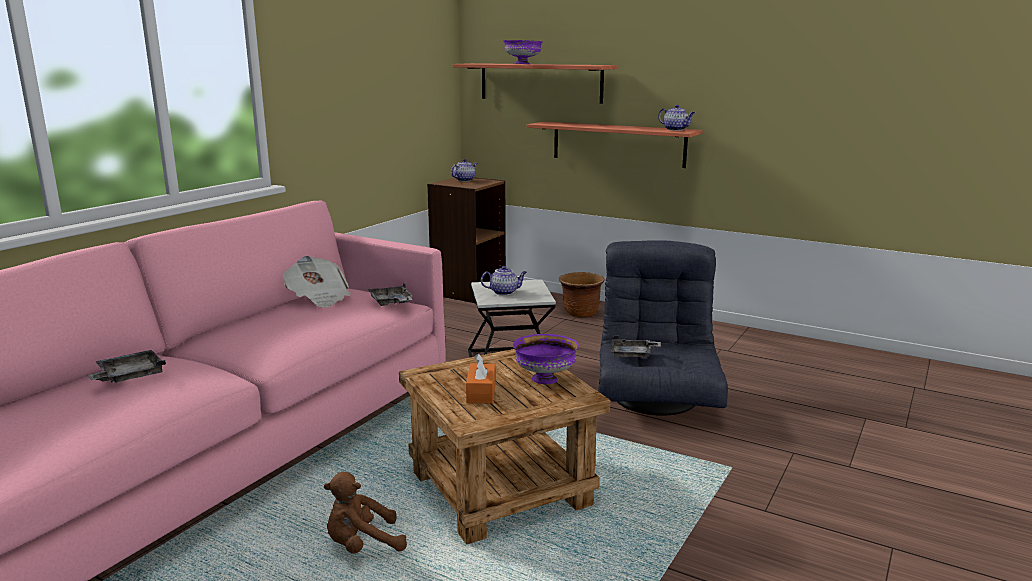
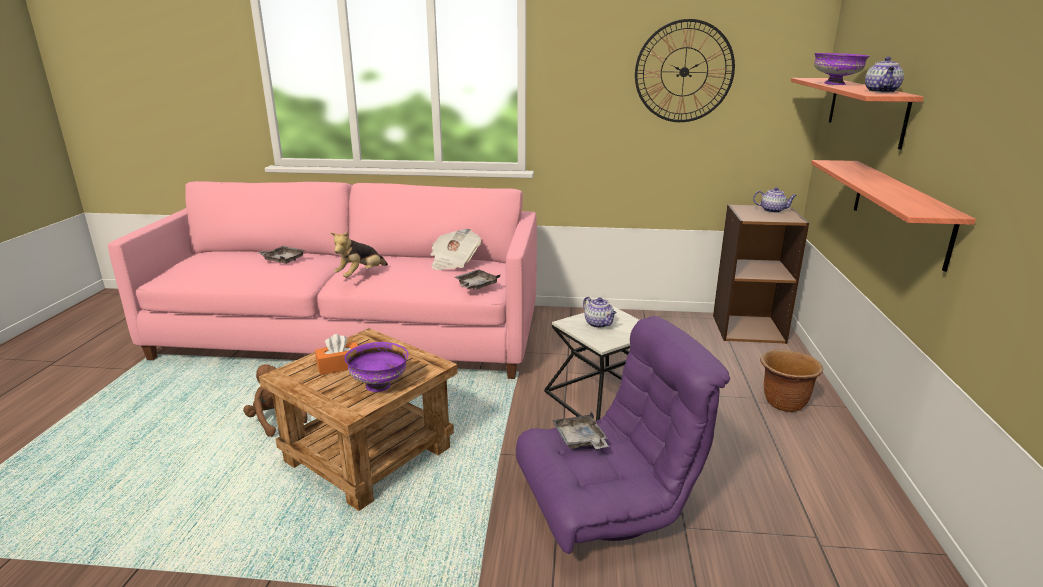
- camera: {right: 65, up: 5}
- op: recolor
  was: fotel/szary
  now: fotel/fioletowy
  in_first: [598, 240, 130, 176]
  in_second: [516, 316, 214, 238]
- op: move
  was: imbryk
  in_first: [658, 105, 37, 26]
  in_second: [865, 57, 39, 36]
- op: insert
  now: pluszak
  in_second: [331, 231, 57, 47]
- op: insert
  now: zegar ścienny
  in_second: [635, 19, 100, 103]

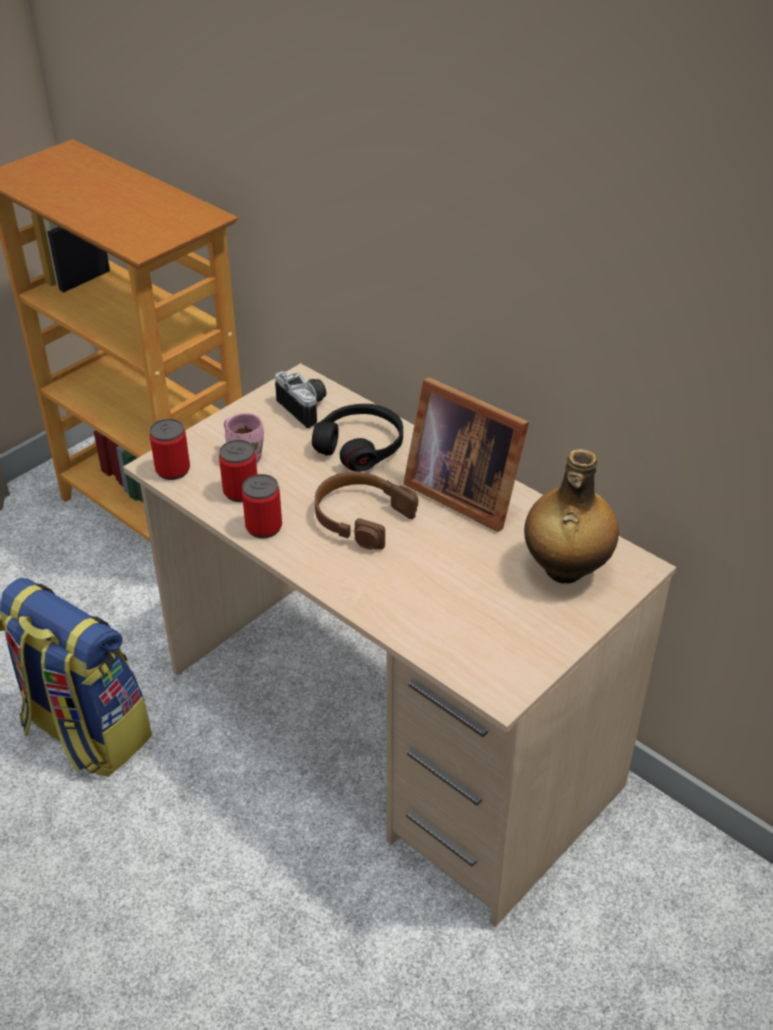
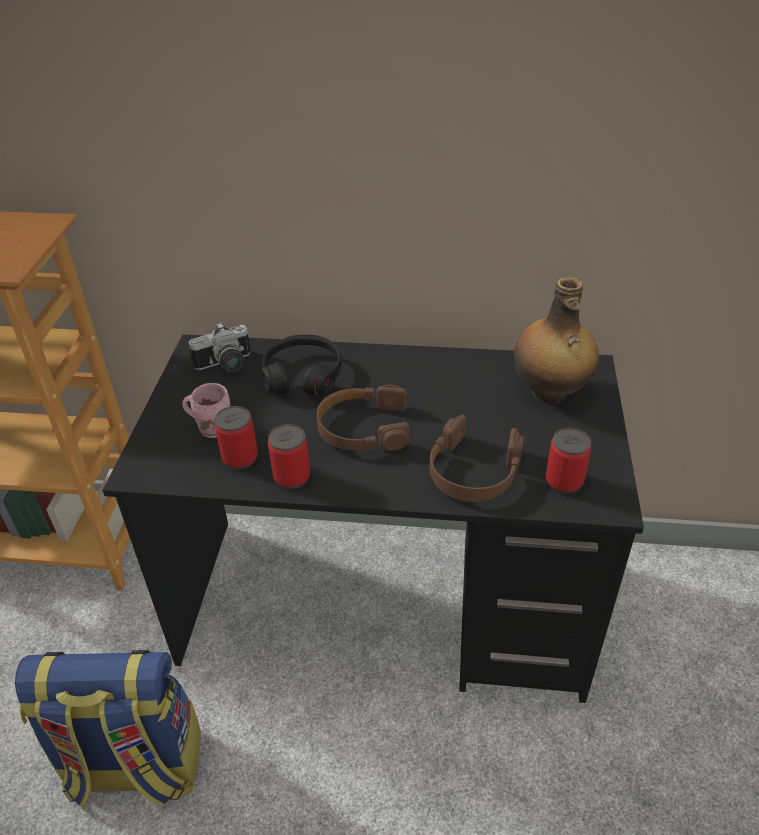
- camera: {right: -35, up: 0}
- op: recolor
  was: biurko/beżowy
  now: biurko/czarny
  in_first: [123, 363, 553, 564]
  in_second: [102, 334, 542, 369]
- op: move
  was: puszka
  in_first: [149, 419, 41, 61]
  in_second: [546, 428, 45, 65]
- op: rotate
  was: aparat fotograficzny
  in_first: [275, 371, 51, 57]
  in_second: [188, 322, 63, 51]
  clockwise: 135
- op: delete
  was: ramka na zdjęcie
  in_first: [403, 377, 126, 155]
- op: insert
  now: słuchawki/brązowy
  in_second: [430, 415, 94, 87]

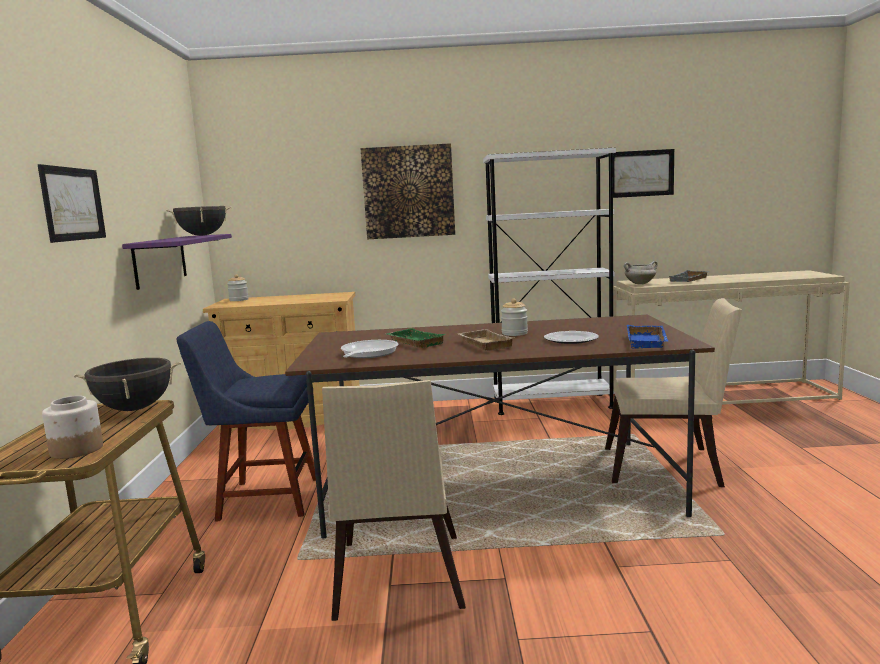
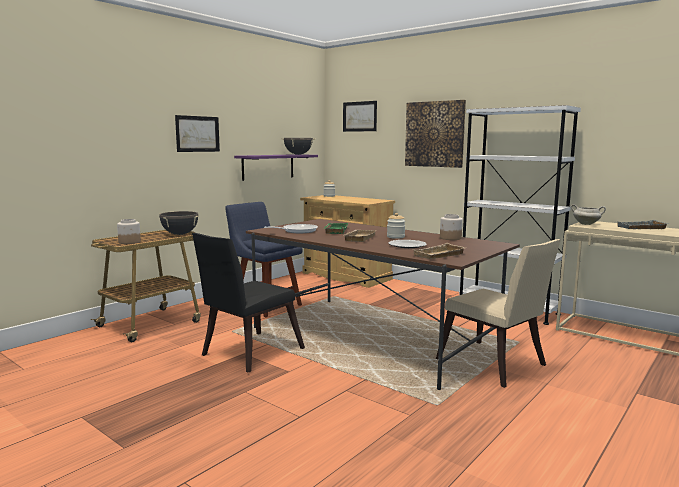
- camera: {right: 40, up: 0}
- op: recolor
  was: krzesło/beżowy
  now: krzesło/czarny
  in_first: [322, 380, 144, 241]
  in_second: [192, 233, 113, 140]
- op: move
  was: obraz
  in_first: [613, 149, 61, 49]
  in_second: [343, 101, 34, 31]
- op: recolor
  was: taca/niebieski
  now: taca/beżowy
  in_first: [627, 325, 42, 24]
  in_second: [414, 243, 52, 16]
- op: insert
  now: słoik
  in_second: [440, 214, 23, 26]

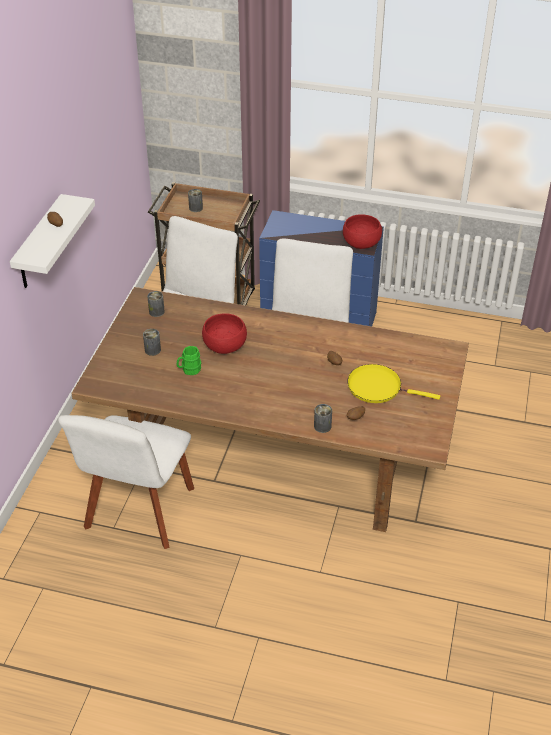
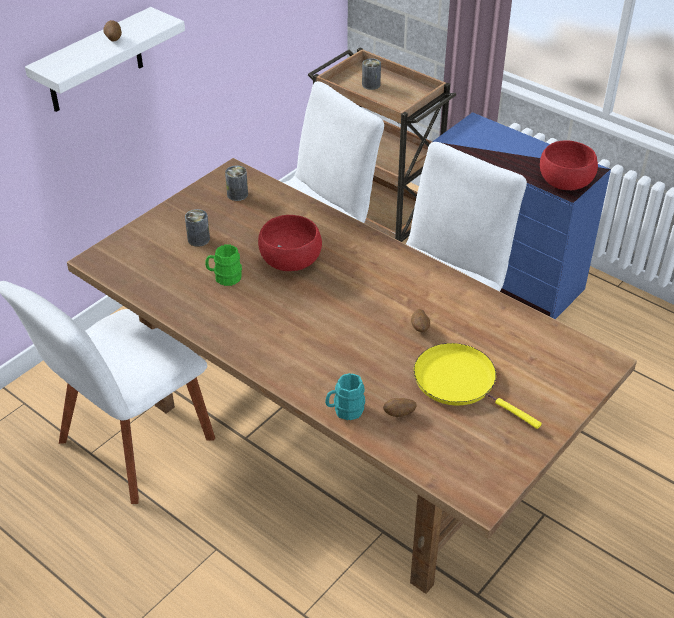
- camera: {right: 25, up: 0}
- op: replace
  was: puszka
  now: kubek/turkusowy
  in_first: [314, 404, 18, 29]
  in_second: [325, 373, 40, 47]

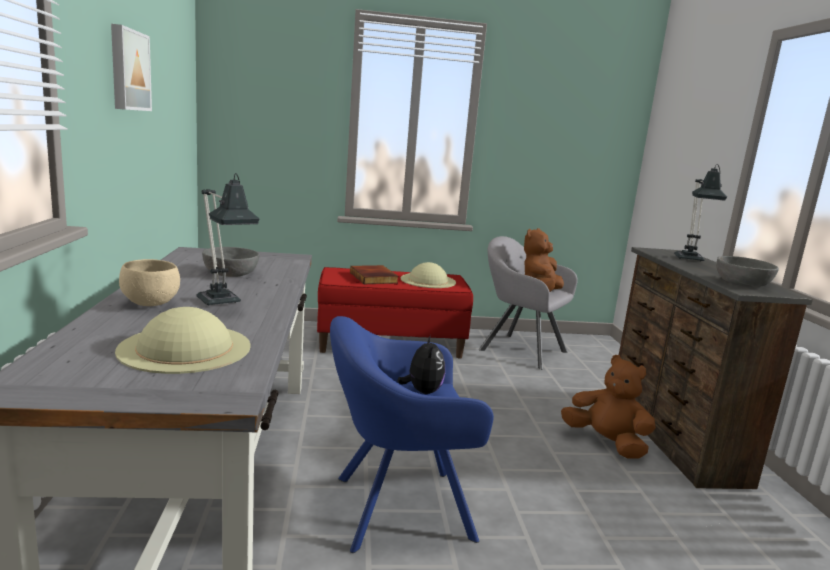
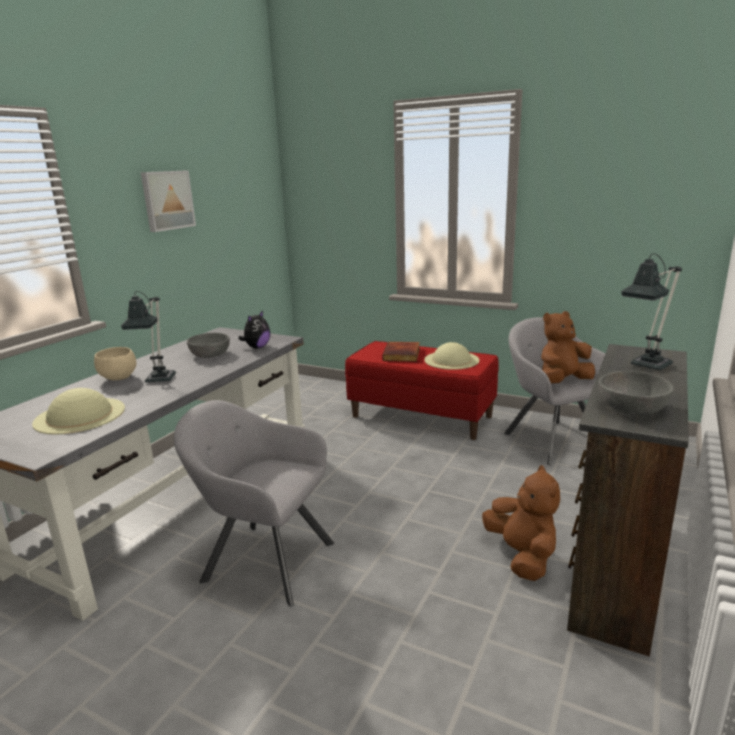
- camera: {right: 35, up: 5}
- op: recolor
  was: fotel/niebieski
  now: fotel/szary
  in_first: [330, 316, 164, 237]
  in_second: [174, 400, 160, 207]
- op: move
  was: pluszak
  in_first: [397, 335, 48, 59]
  in_second: [238, 310, 32, 39]

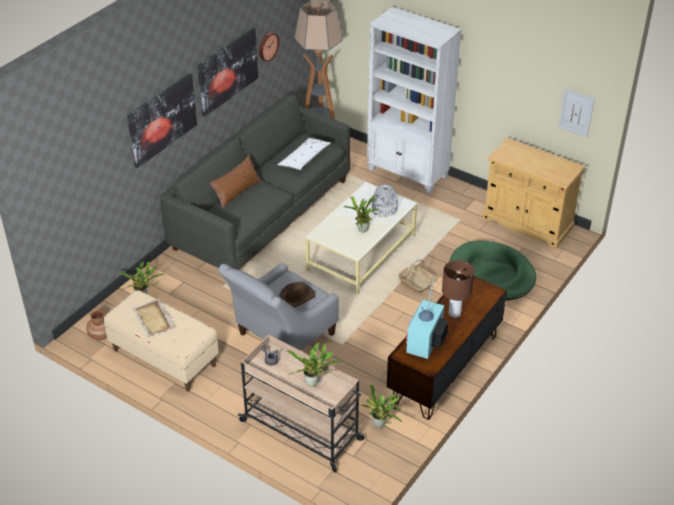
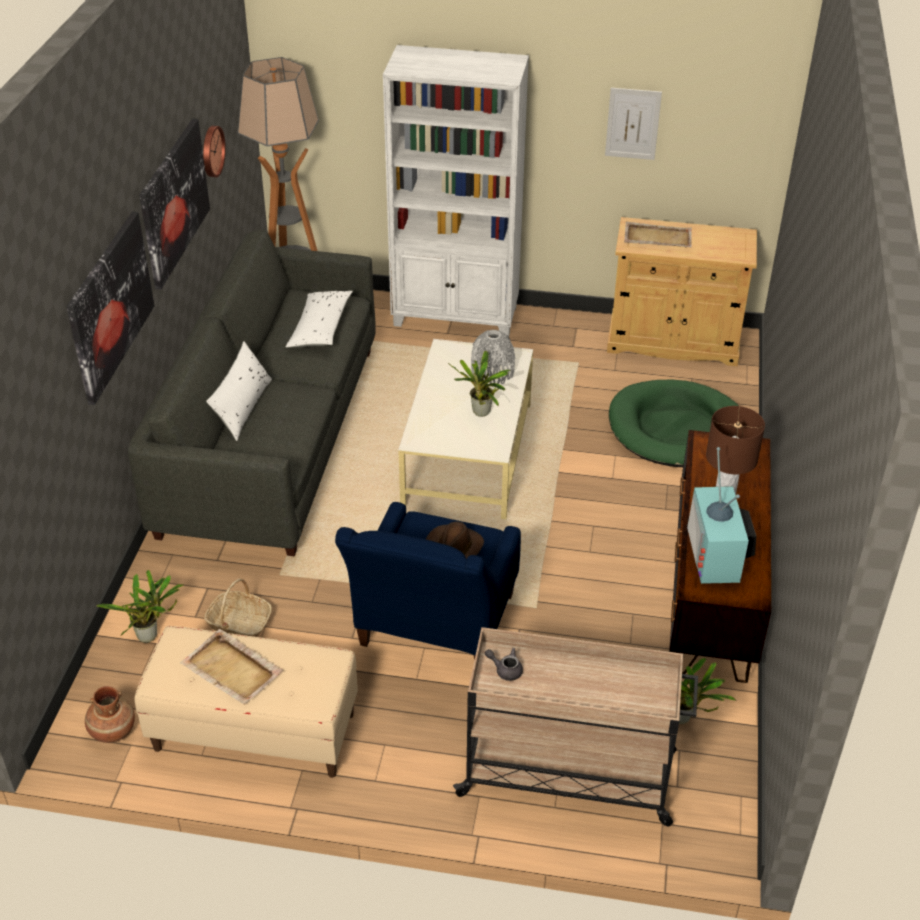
- camera: {right: -25, up: 0}
- op: recolor
  was: poduszka/brązowy
  now: poduszka/biały
  in_first: [210, 156, 51, 52]
  in_second: [206, 341, 66, 100]
- op: recolor
  was: fotel/szary
  now: fotel/niebieski
  in_first: [218, 263, 121, 88]
  in_second: [335, 502, 186, 158]
- op: delete
  was: roślina doniczkowa
  in_first: [287, 343, 55, 43]
- op: move
  was: koszyk
  in_first: [398, 259, 36, 35]
  in_second: [204, 579, 68, 58]
- op: move
  was: obraz
  in_first: [558, 88, 37, 50]
  in_second: [605, 88, 57, 72]
- op: insert
  now: taca/beżowy
  in_second: [624, 222, 68, 25]

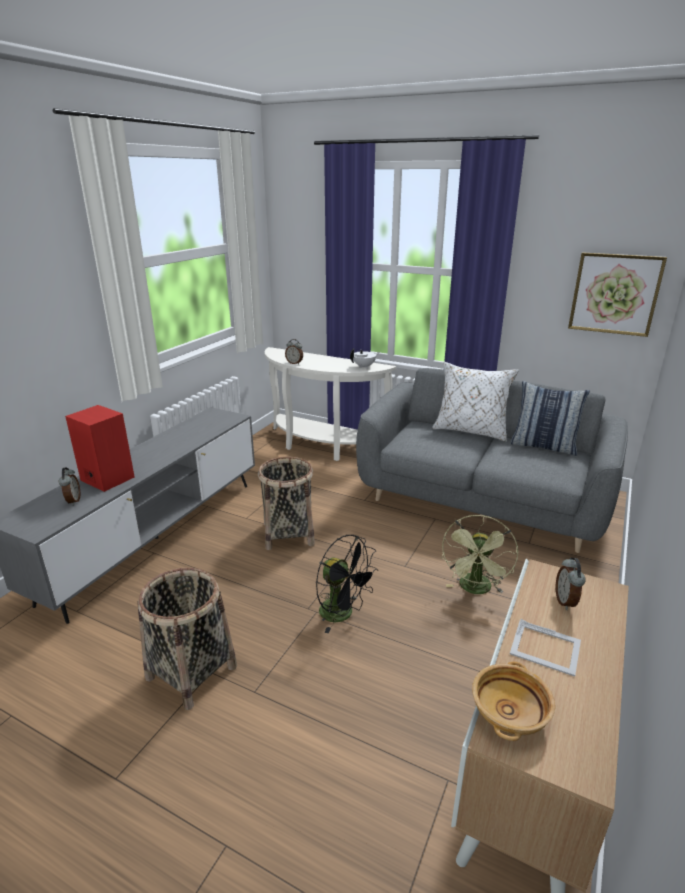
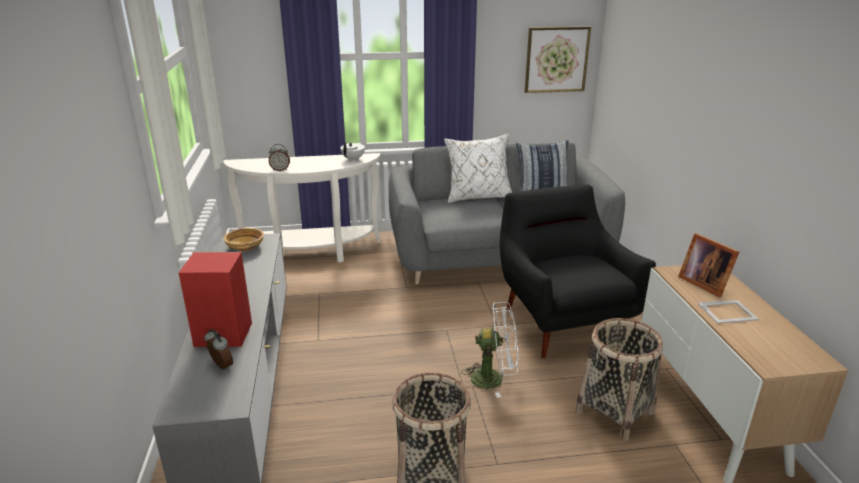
- camera: {right: -35, up: 0}
- op: move
  was: koszyk
  in_first: [258, 457, 57, 93]
  in_second: [575, 318, 88, 123]
- op: recolor
  was: wentylator/czarny
  now: wentylator/biały
  in_first: [316, 535, 62, 98]
  in_second: [462, 302, 56, 96]
- op: replace
  was: wentylator/zielony
  now: fotel/czarny
  in_first: [442, 515, 76, 79]
  in_second: [500, 184, 156, 174]
- op: move
  was: miska/beżowy
  in_first: [472, 662, 83, 79]
  in_second: [224, 228, 40, 23]
- op: replace
  was: budzik
  now: ramka na zdjęcie
  in_first: [556, 558, 30, 52]
  in_second: [678, 233, 61, 64]

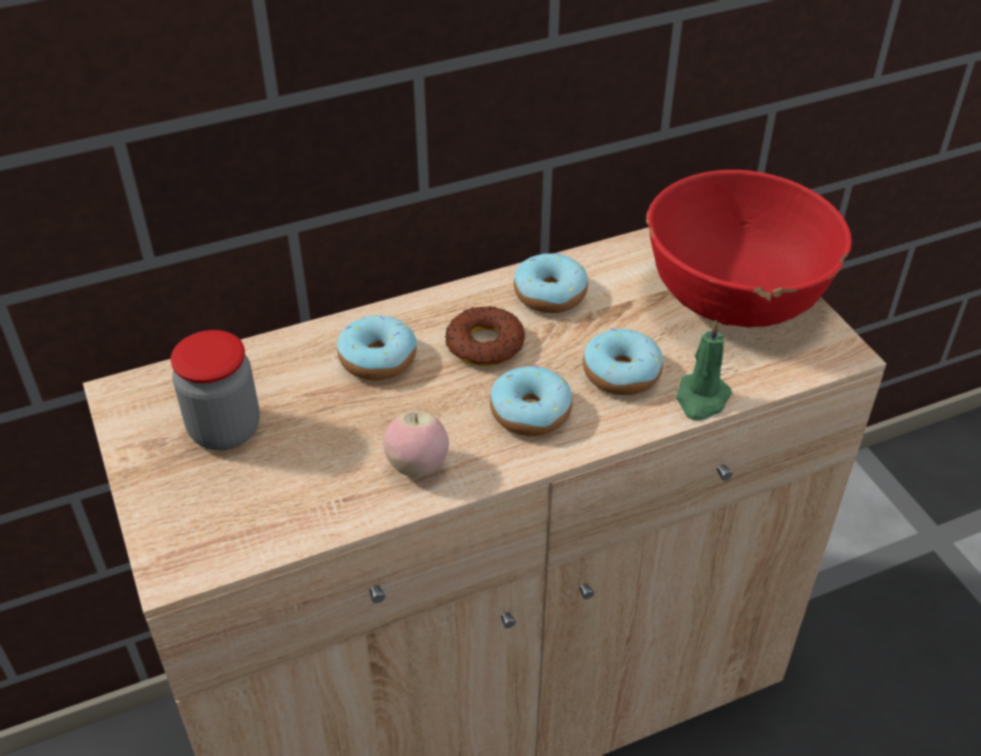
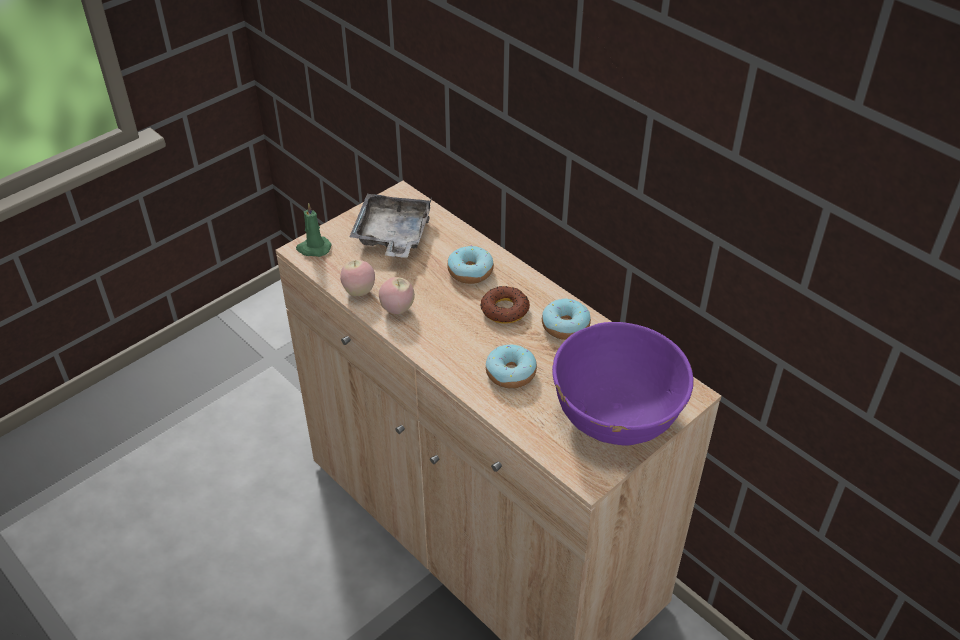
- camera: {right: 70, up: 0}
- op: replace
  was: słoik
  now: taca/szary
  in_first: [171, 330, 89, 120]
  in_second: [349, 194, 82, 64]
- op: delete
  was: donut
  in_first: [490, 365, 82, 71]
- op: recolor
  was: miska/czerwony
  now: miska/fioletowy
  in_first: [646, 170, 206, 158]
  in_second: [552, 322, 141, 124]
- op: move
  was: świeca/zielony
  in_first: [676, 320, 56, 101]
  in_second: [296, 203, 35, 54]
- op: insert
  now: jabłko
  in_second: [340, 260, 35, 36]

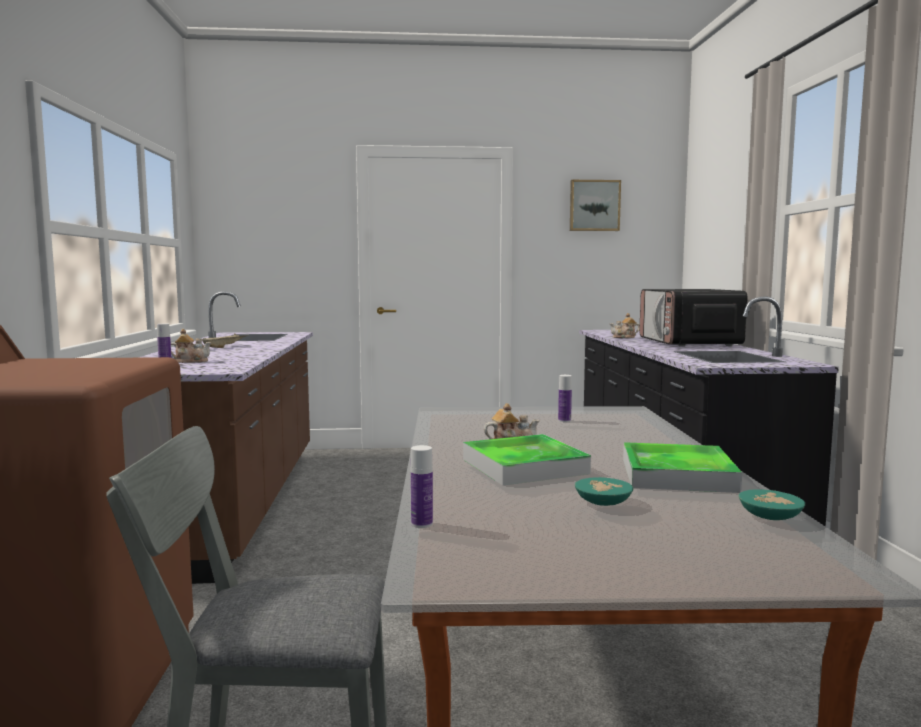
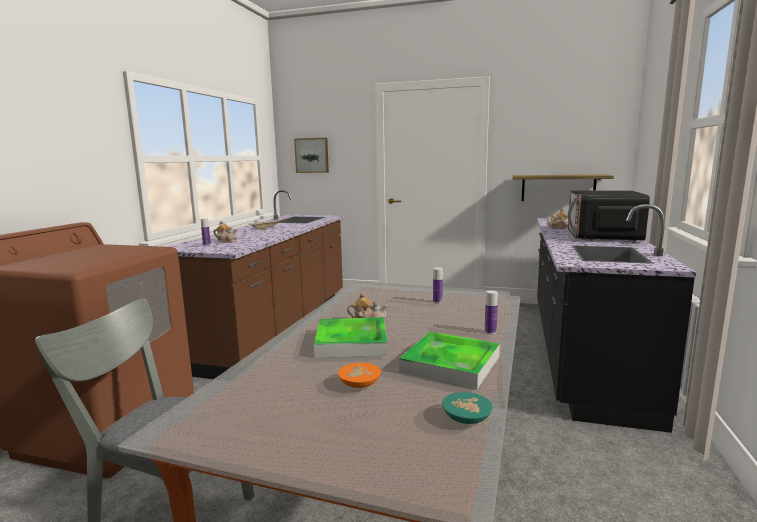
- camera: {right: 20, up: 5}
- op: move
  was: butelka
  in_first: [411, 445, 22, 83]
  in_second: [485, 290, 13, 44]
- op: move
  was: obraz
  in_first: [570, 180, 51, 51]
  in_second: [294, 138, 35, 35]
- op: recolor
  was: miska/turkusowy
  now: miska/pomarańczowy
  in_first: [575, 477, 58, 29]
  in_second: [338, 363, 43, 25]
- op: insert
  now: półka
  in_second: [513, 175, 101, 26]

